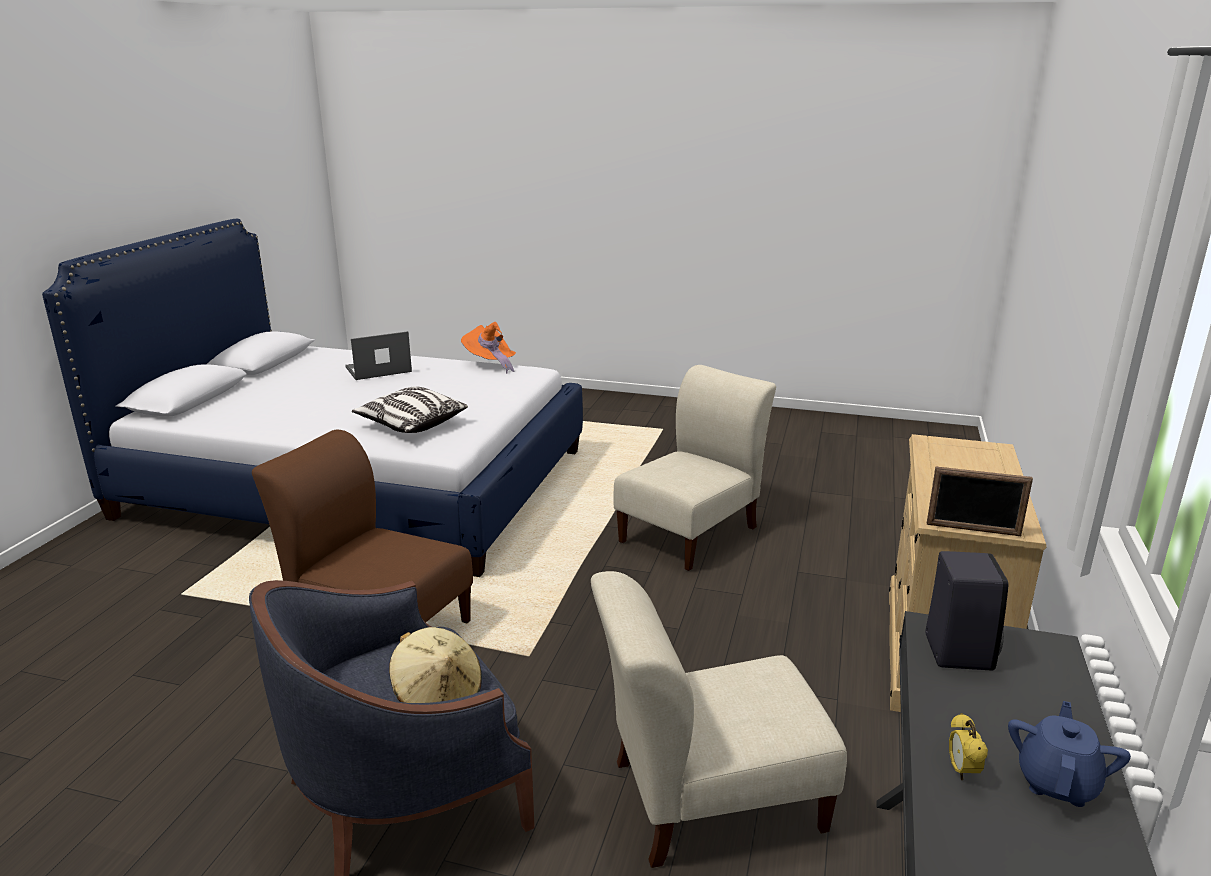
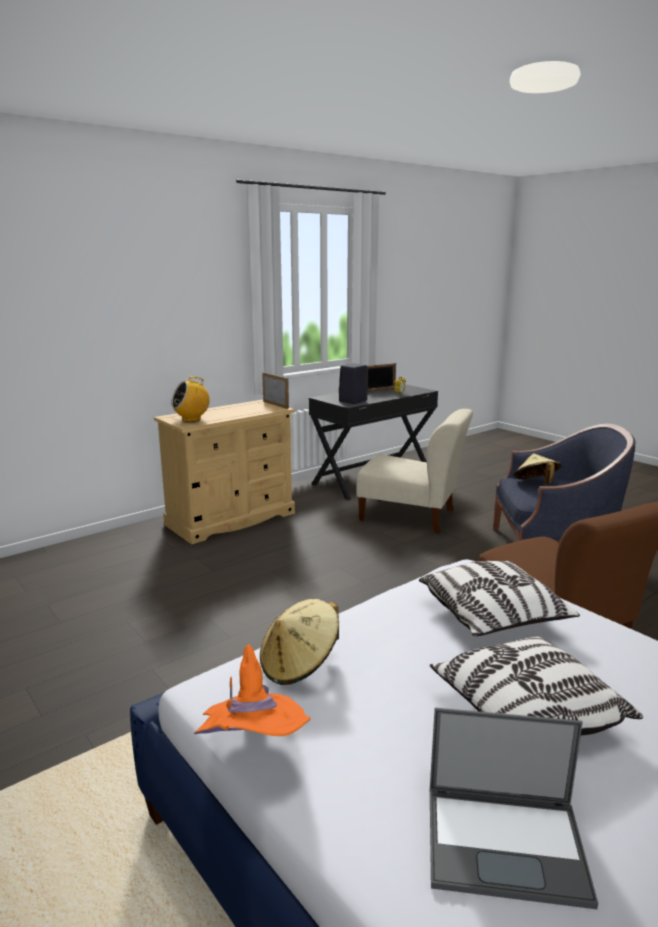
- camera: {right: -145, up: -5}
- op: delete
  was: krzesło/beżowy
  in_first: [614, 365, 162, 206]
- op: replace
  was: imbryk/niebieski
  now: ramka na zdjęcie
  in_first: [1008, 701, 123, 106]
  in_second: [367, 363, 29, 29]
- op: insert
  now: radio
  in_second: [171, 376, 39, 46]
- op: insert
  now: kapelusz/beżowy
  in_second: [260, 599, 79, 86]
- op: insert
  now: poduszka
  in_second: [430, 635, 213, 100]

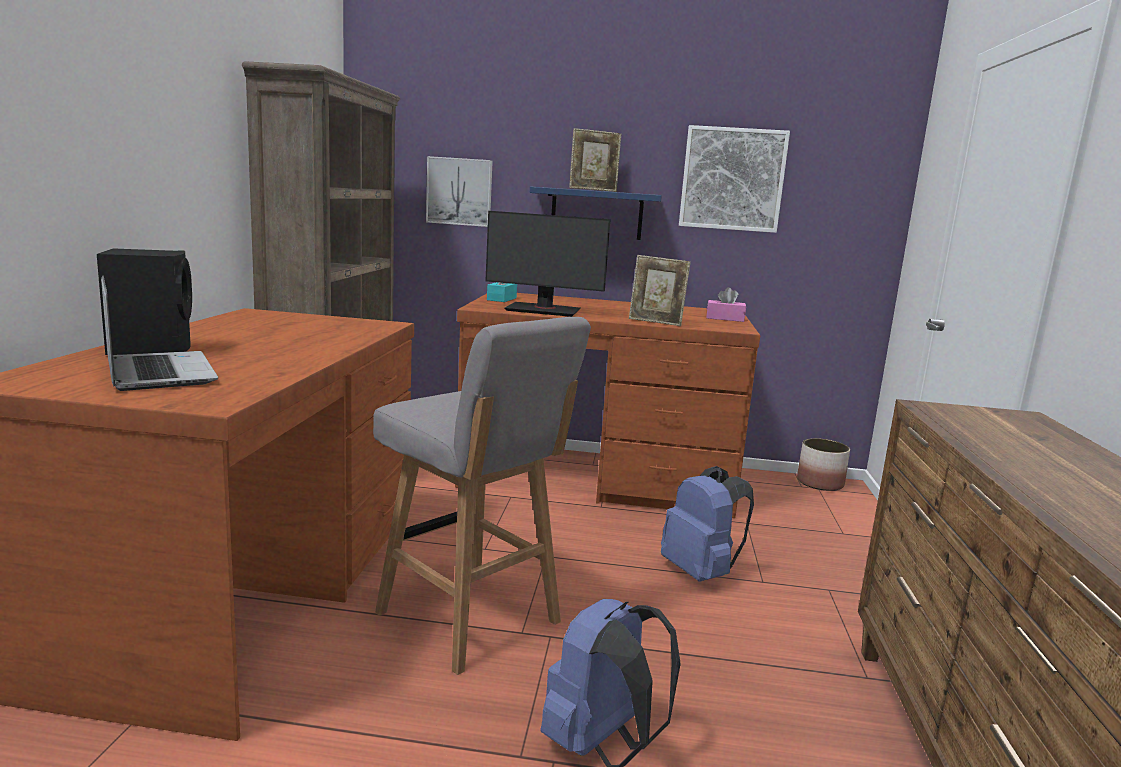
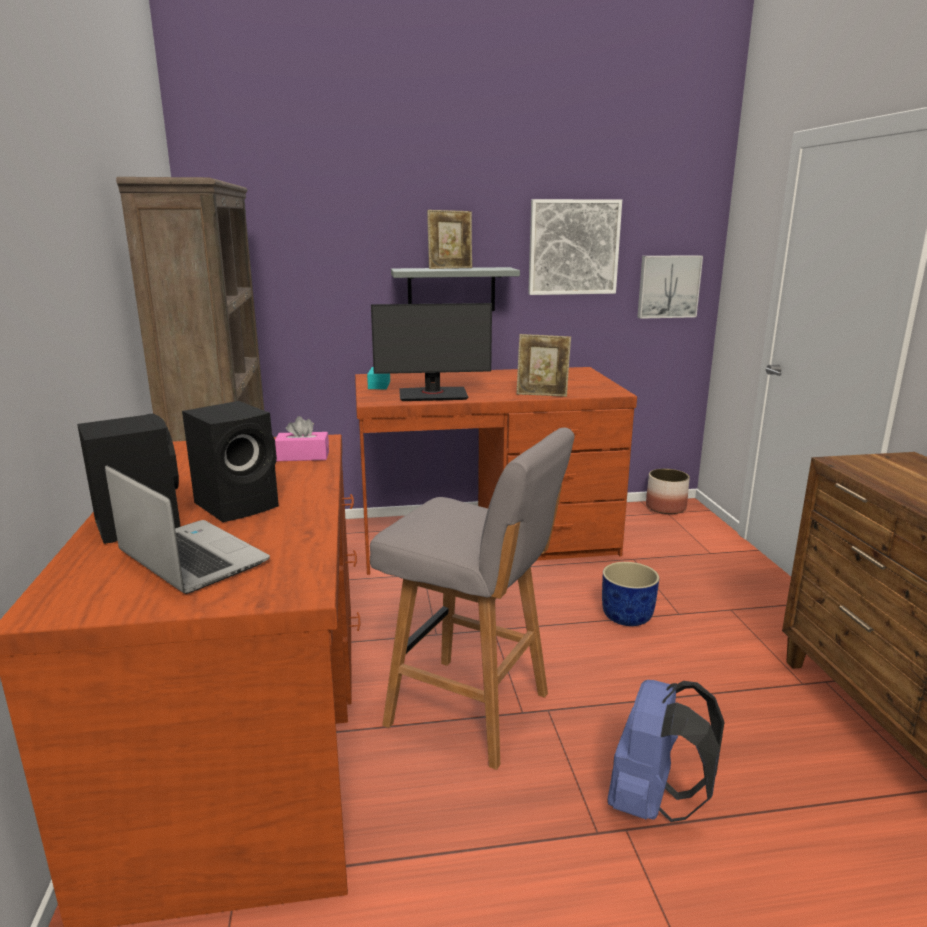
- camera: {right: -15, up: 5}
- op: move
  was: obraz
  in_first: [426, 156, 67, 71]
  in_second: [637, 255, 66, 64]
- op: recolor
  was: półka/niebieski
  now: półka/szary
  in_first: [530, 186, 132, 54]
  in_second: [391, 267, 129, 44]
- op: replace
  was: plecak/niebieski
  now: donica/niebieski
  in_first: [661, 466, 93, 116]
  in_second: [602, 562, 57, 64]
- op: move
  was: pudełko chusteczek/różowy
  in_first: [706, 287, 40, 35]
  in_second: [275, 416, 54, 45]
- op: insert
  now: głośnik/czarny
  in_second: [182, 401, 97, 121]

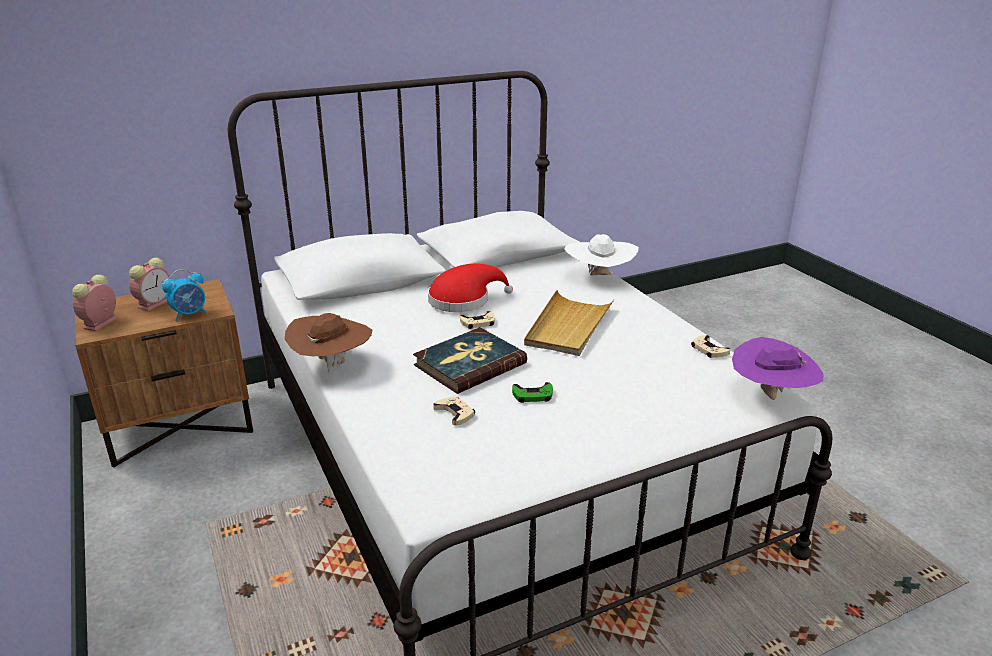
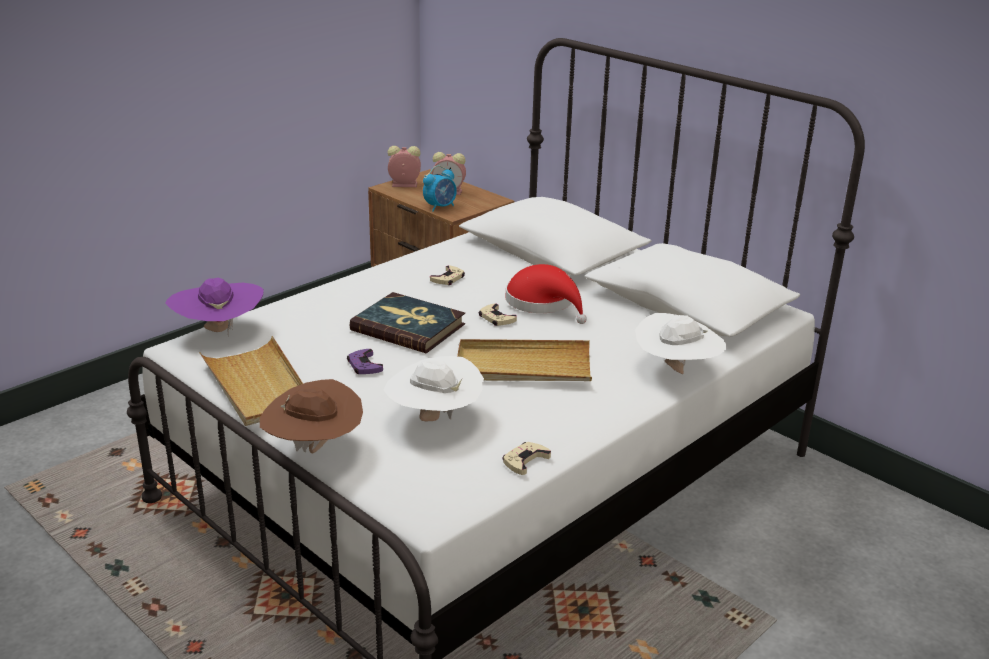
- camera: {right: 70, up: 0}
- op: rotate
  was: budzik
  in_first: [162, 269, 44, 52]
  in_second: [423, 165, 34, 47]
  clockwise: -75
- op: move
  was: kapelusz/brązowy
  in_first: [285, 313, 87, 59]
  in_second: [260, 379, 103, 74]
- op: move
  was: pad do gier/beżowy
  in_first: [433, 397, 42, 29]
  in_second: [430, 265, 35, 20]
- op: recolor
  was: pad do gier/zielony
  now: pad do gier/fioletowy
  in_first: [512, 382, 41, 21]
  in_second: [347, 349, 36, 25]
- op: move
  was: kapelusz/fioletowy
  in_first: [732, 337, 92, 63]
  in_second: [165, 277, 99, 59]
- op: insert
  now: taca/beżowy
  in_second: [199, 336, 104, 90]
- op: insert
  now: kapelusz/biały
  in_second: [384, 356, 100, 65]

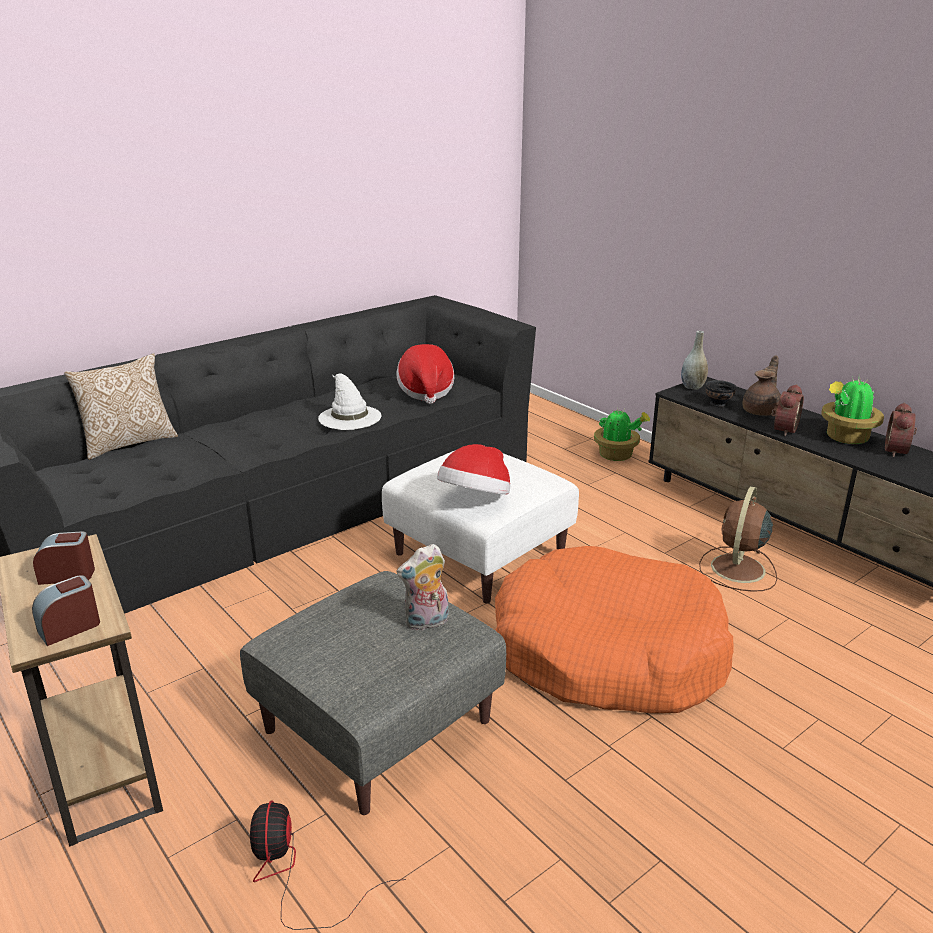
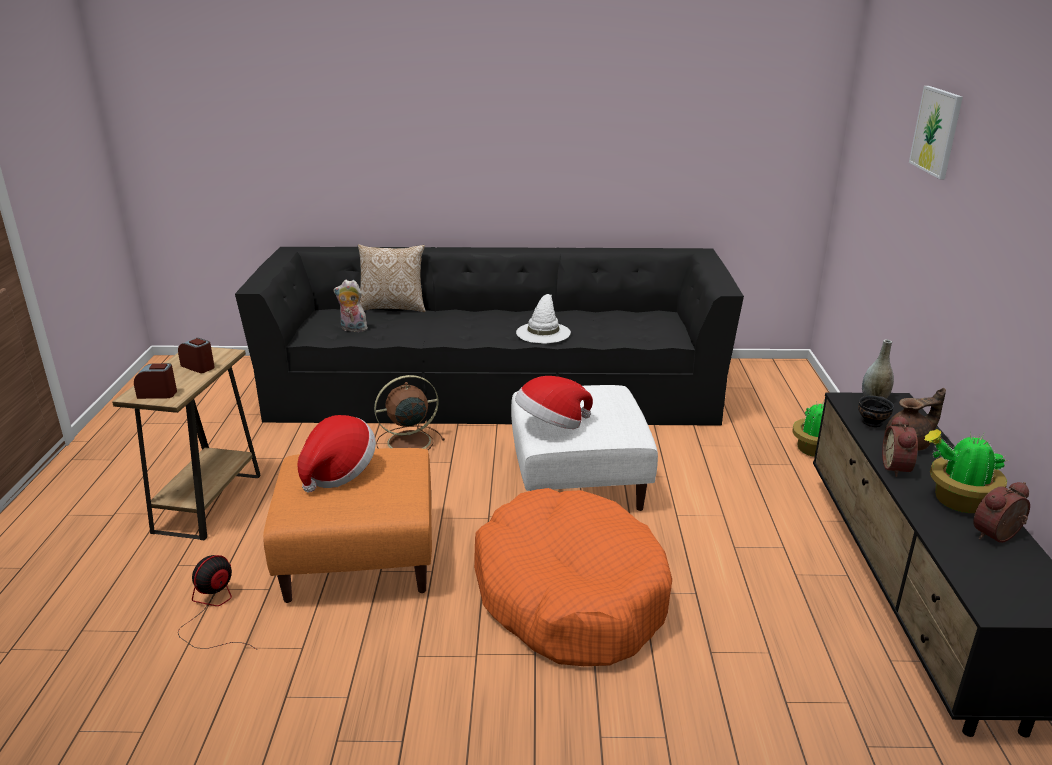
- camera: {right: 40, up: 0}
- op: recolor
  was: pufa/szary
  now: pufa/pomarańczowy
  in_first: [240, 571, 266, 244]
  in_second: [263, 448, 169, 155]
- op: move
  was: kapelusz
  in_first: [397, 344, 57, 60]
  in_second: [297, 415, 79, 78]
- op: move
  was: pluszak
  in_first: [397, 544, 52, 87]
  in_second: [334, 280, 34, 52]
- op: move
  was: wentylator/brązowy
  in_first: [699, 486, 78, 106]
  in_second: [374, 375, 71, 75]
- op: rotate
  was: budzik
  in_first: [771, 384, 33, 52]
  in_second: [882, 415, 36, 62]
  clockwise: 120
- op: insert
  now: obraz
  in_second: [909, 86, 54, 93]

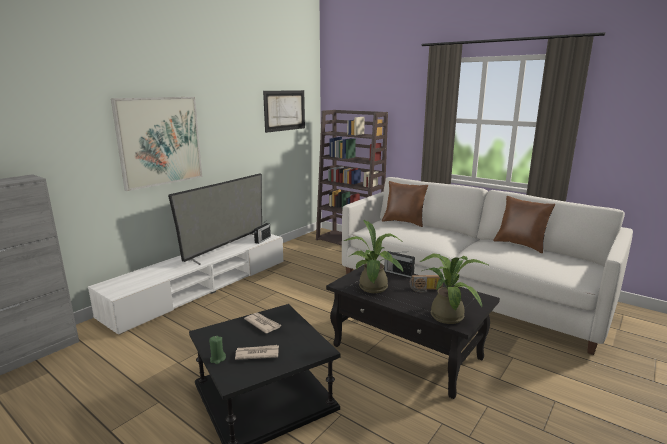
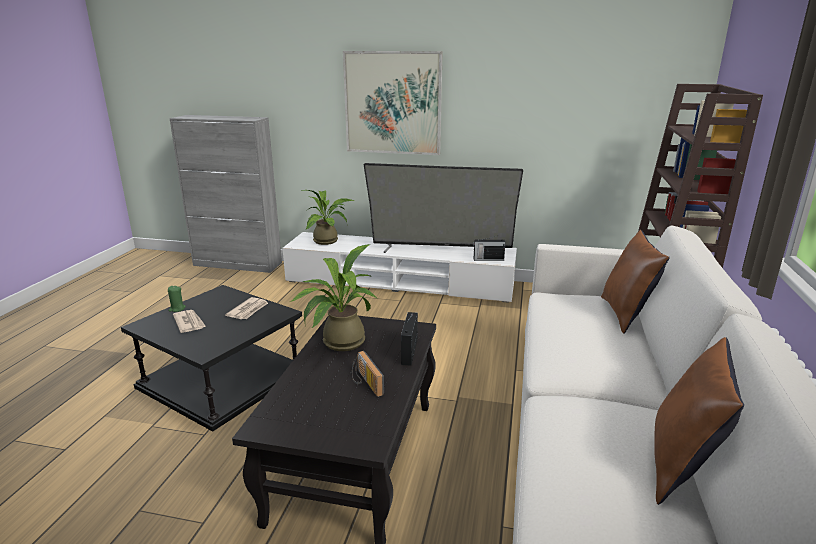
- camera: {right: 65, up: 5}
- op: delete
  was: obraz
  in_first: [263, 90, 42, 43]
- op: move
  was: roślina doniczkowa
  in_first: [419, 253, 71, 71]
  in_second: [306, 190, 49, 55]

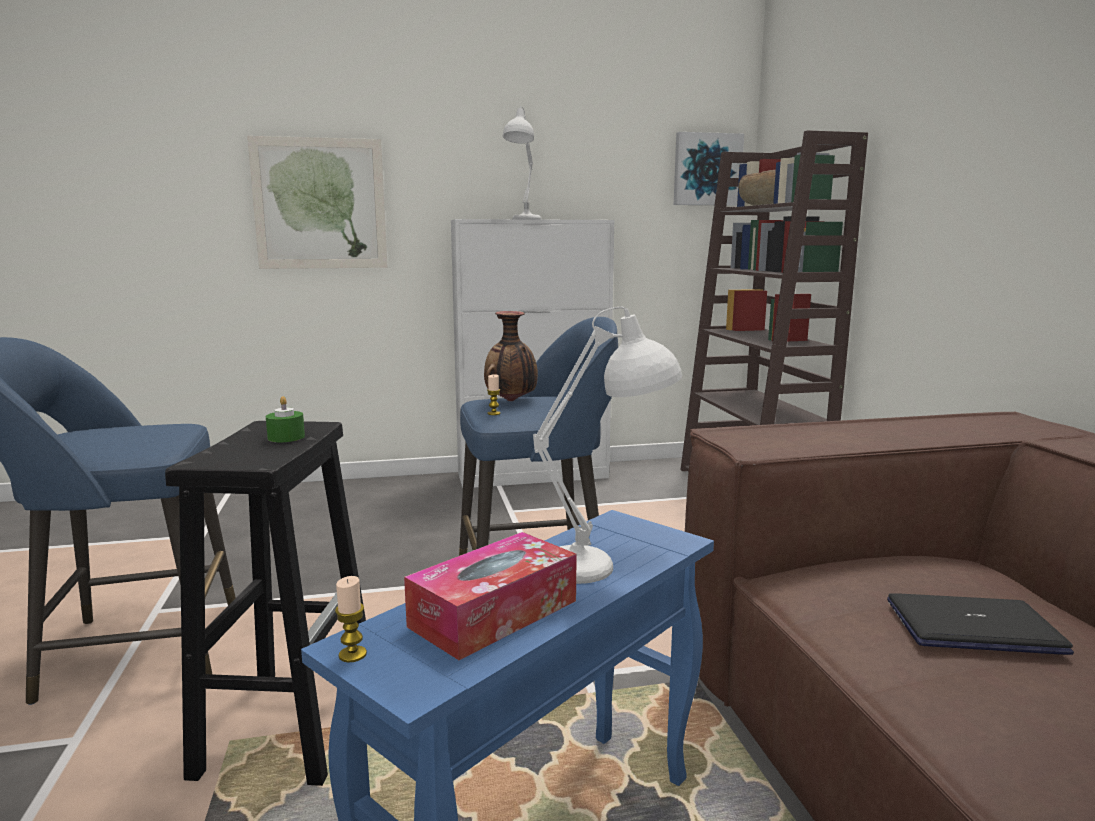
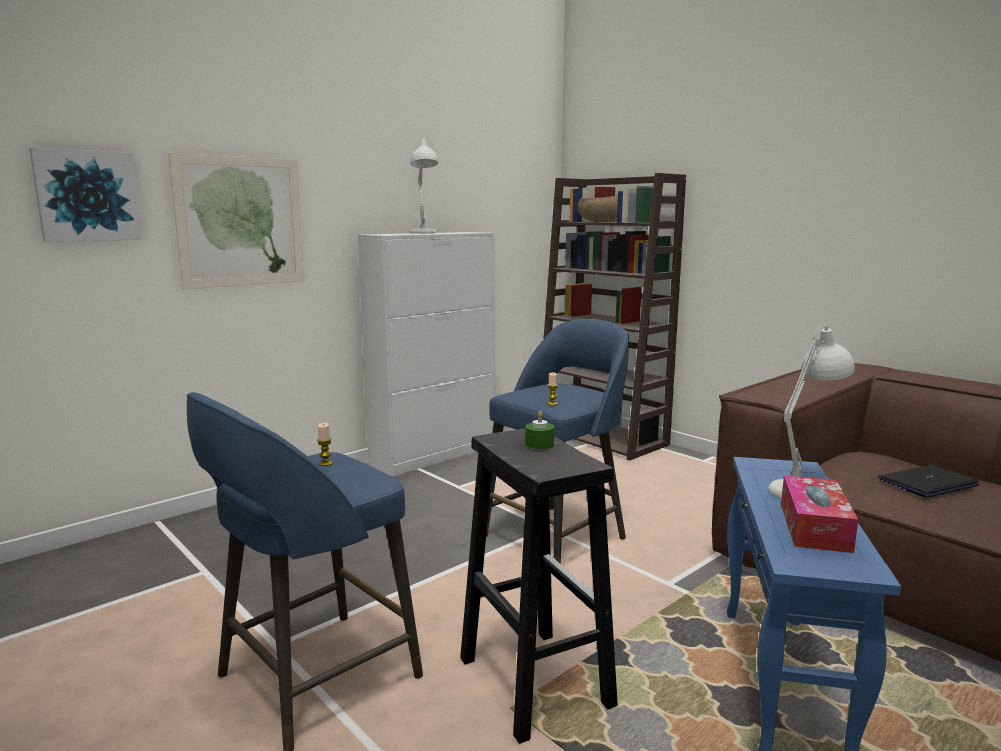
- camera: {right: -30, up: 0}
- op: move
  was: świeca
  in_first: [335, 576, 32, 87]
  in_second: [317, 423, 16, 43]
- op: delete
  was: wazon
  in_first: [484, 311, 54, 90]
- op: move
  was: obraz
  in_first: [674, 132, 70, 74]
  in_second: [29, 147, 114, 95]

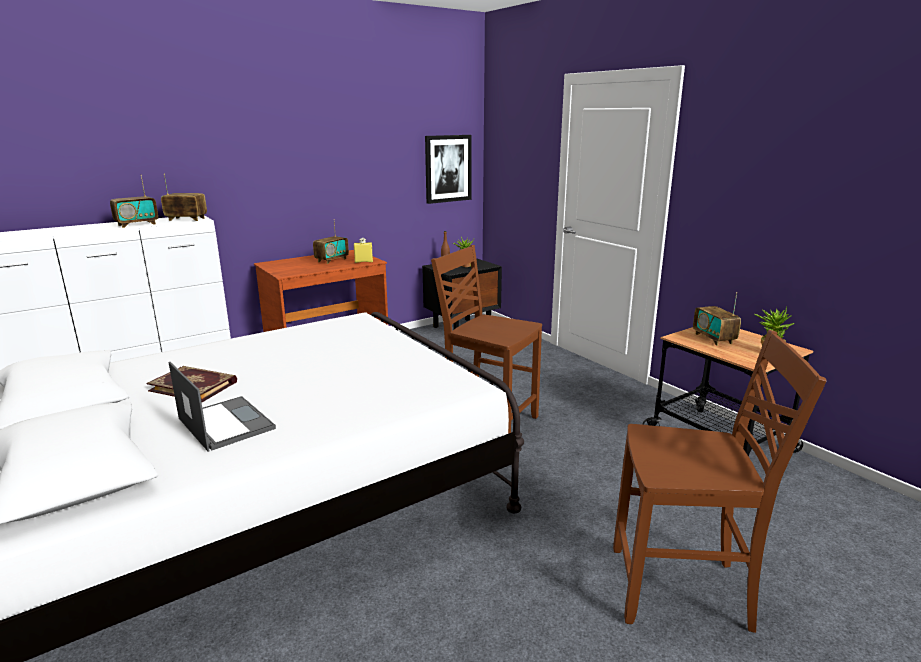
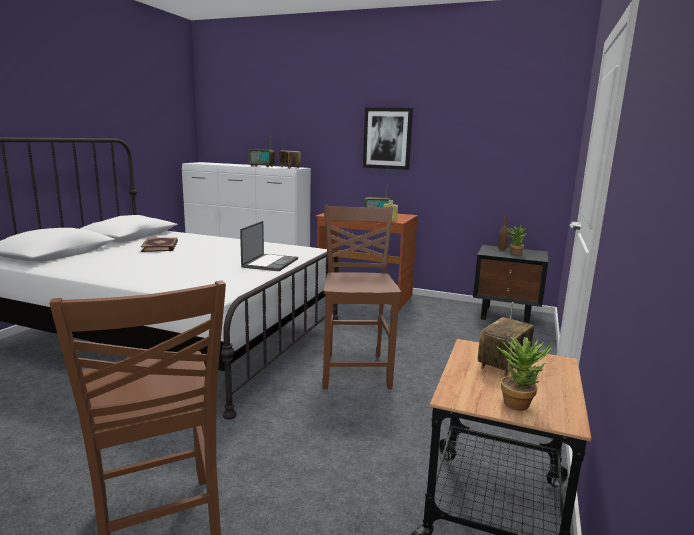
- camera: {right: 55, up: -5}
- op: move
  was: laptop
  in_first: [169, 362, 107, 90]
  in_second: [240, 221, 58, 50]
- op: move
  was: obraz
  in_first: [425, 135, 47, 69]
  in_second: [363, 108, 50, 62]

